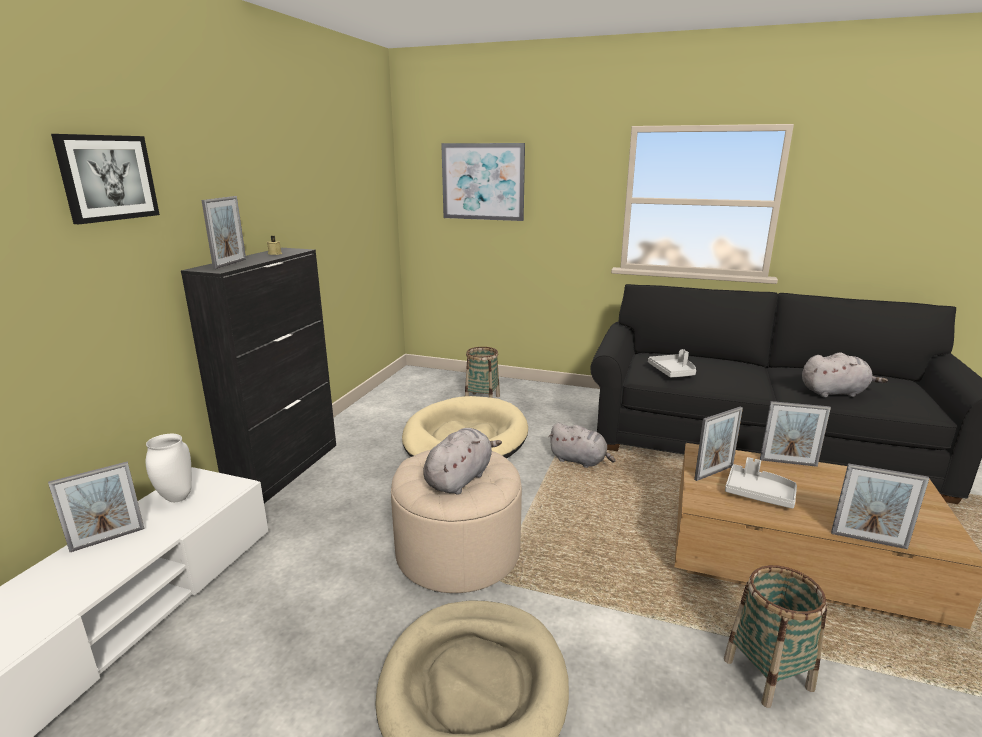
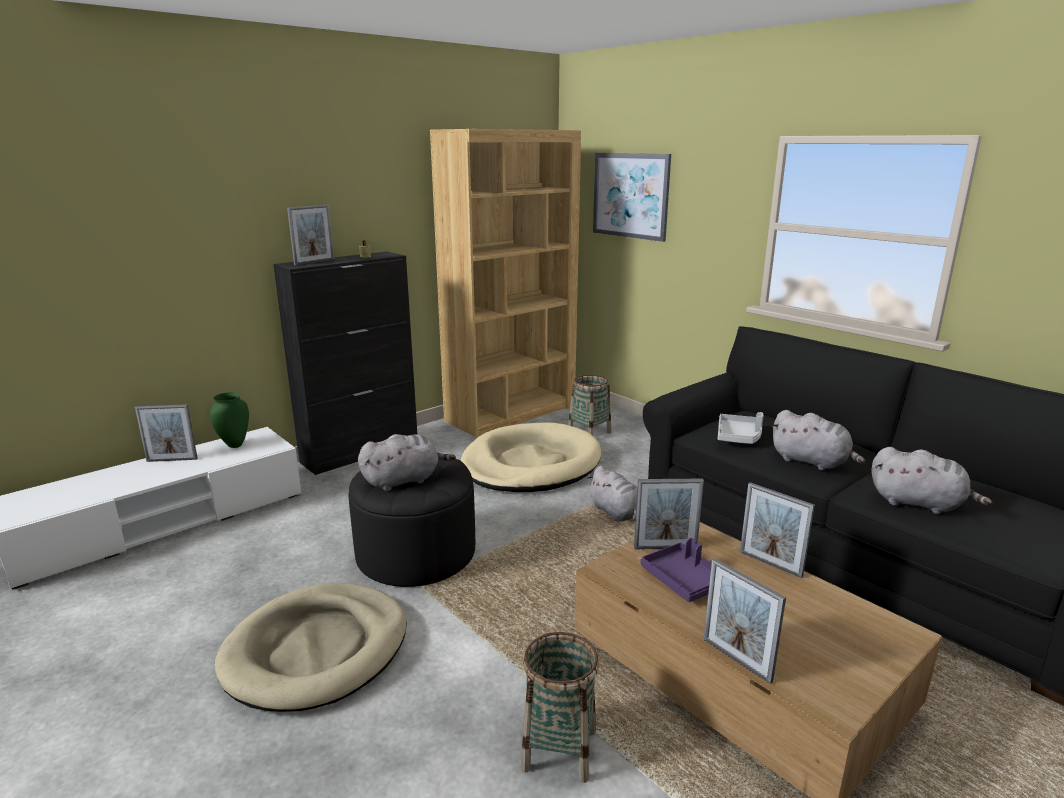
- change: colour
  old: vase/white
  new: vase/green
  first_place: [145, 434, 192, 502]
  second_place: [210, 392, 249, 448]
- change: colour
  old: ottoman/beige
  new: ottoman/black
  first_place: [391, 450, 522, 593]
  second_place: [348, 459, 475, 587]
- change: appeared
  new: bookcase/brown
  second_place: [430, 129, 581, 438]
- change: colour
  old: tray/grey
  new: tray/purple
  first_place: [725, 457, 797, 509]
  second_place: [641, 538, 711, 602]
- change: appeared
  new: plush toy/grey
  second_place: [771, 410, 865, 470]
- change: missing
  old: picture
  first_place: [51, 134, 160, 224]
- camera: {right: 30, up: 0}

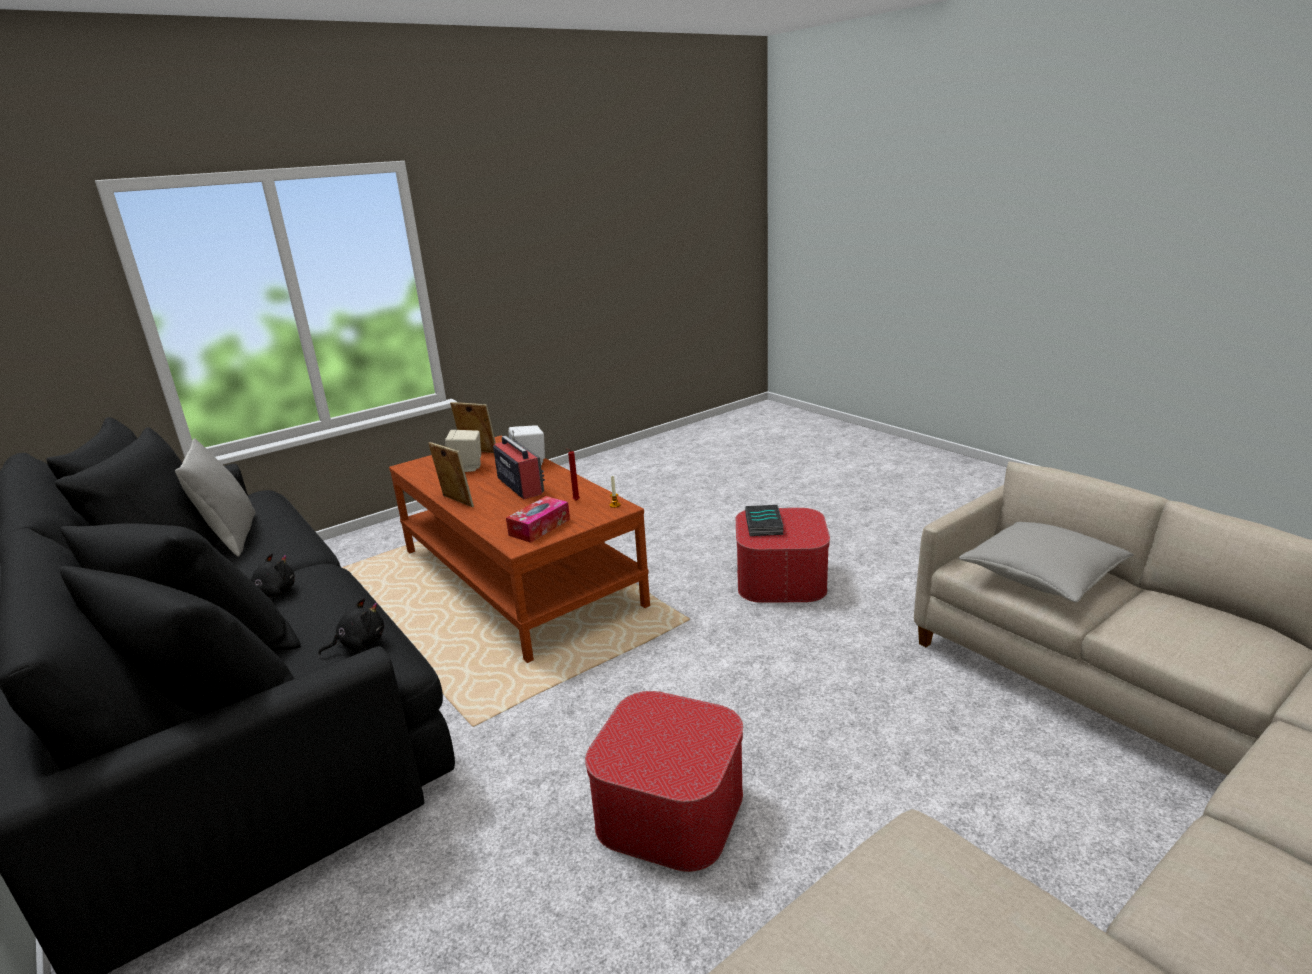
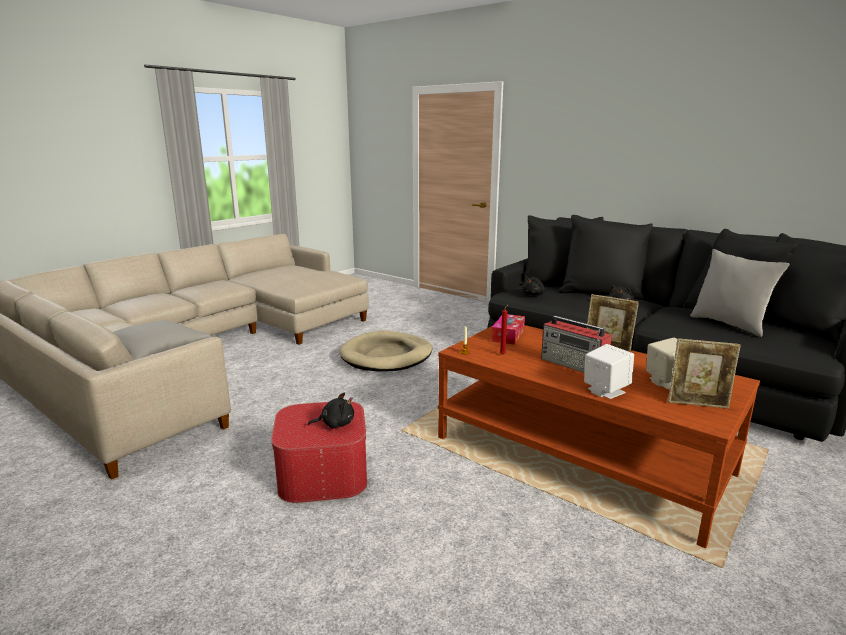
- change: exchanged
  old: book
  new: plush toy/black
  first_place: [745, 505, 784, 536]
  second_place: [308, 393, 354, 428]
- change: exchanged
  old: ottoman
  new: dog bed/beige
  first_place: [585, 691, 743, 872]
  second_place: [339, 331, 432, 372]
- camera: {right: 165, up: -5}

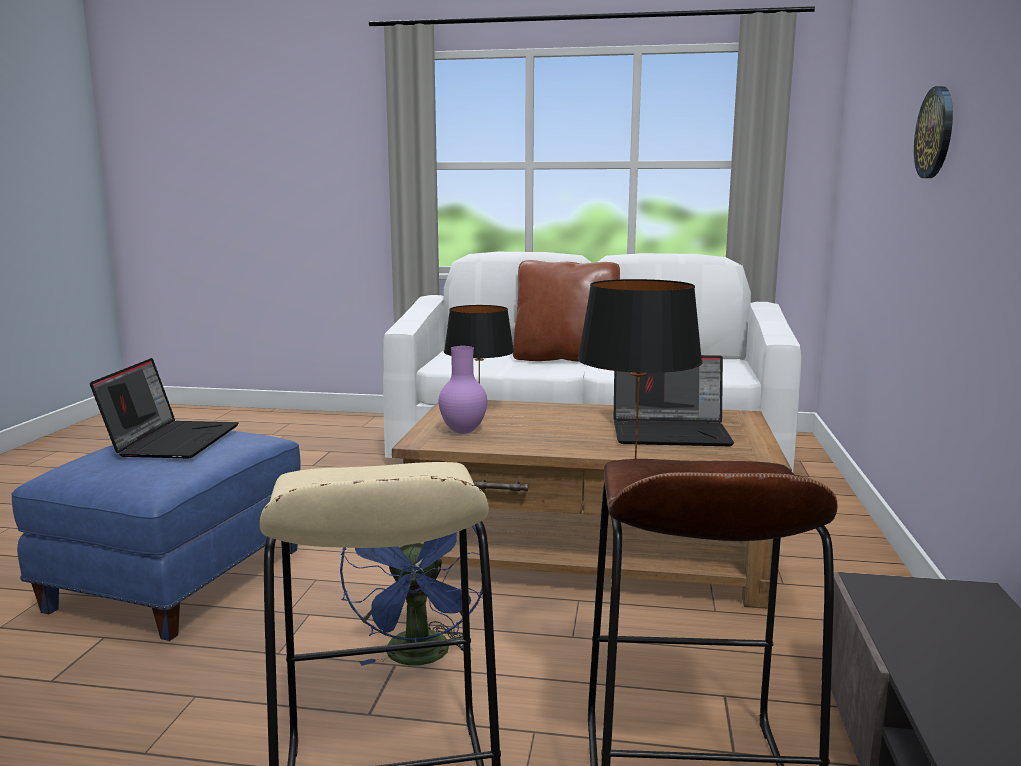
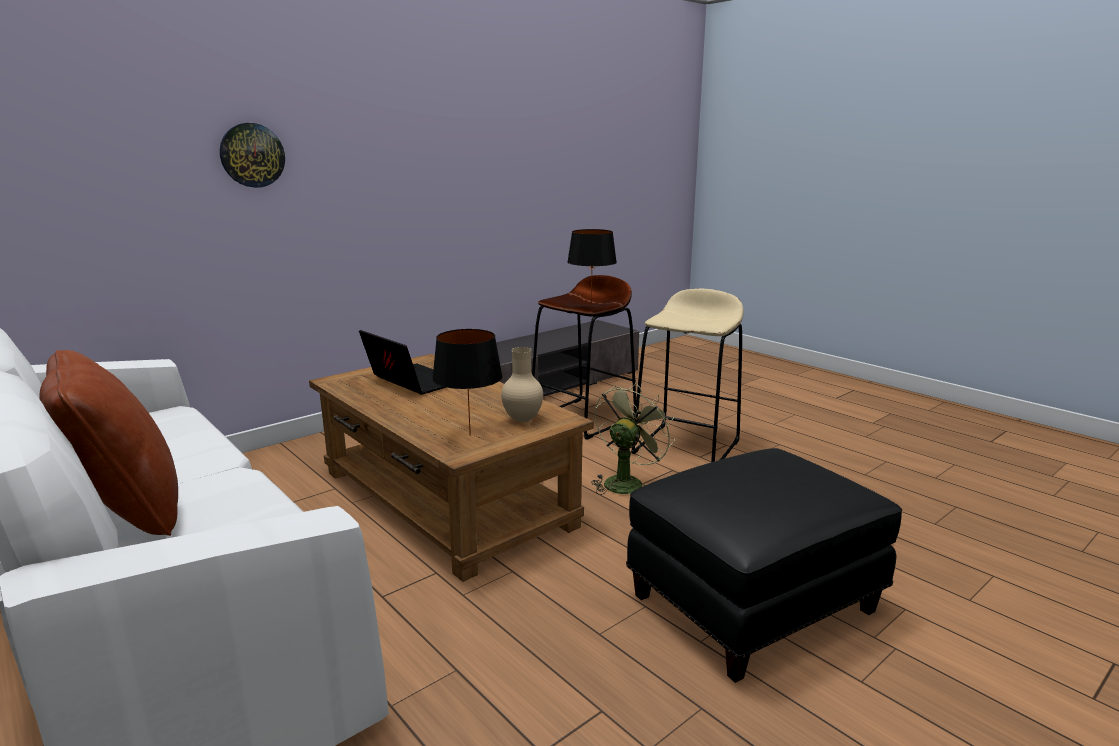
- change: colour
  old: vase/purple
  new: vase/beige
  first_place: [439, 346, 487, 434]
  second_place: [501, 347, 543, 422]
- change: colour
  old: fan/blue
  new: fan/green
  first_place: [340, 525, 482, 666]
  second_place: [591, 383, 675, 495]
- change: colour
  old: ottoman/blue
  new: ottoman/black
  first_place: [11, 431, 301, 641]
  second_place: [626, 448, 902, 683]
- change: missing
  old: laptop
  first_place: [90, 358, 239, 458]
- camera: {right: -140, up: 5}

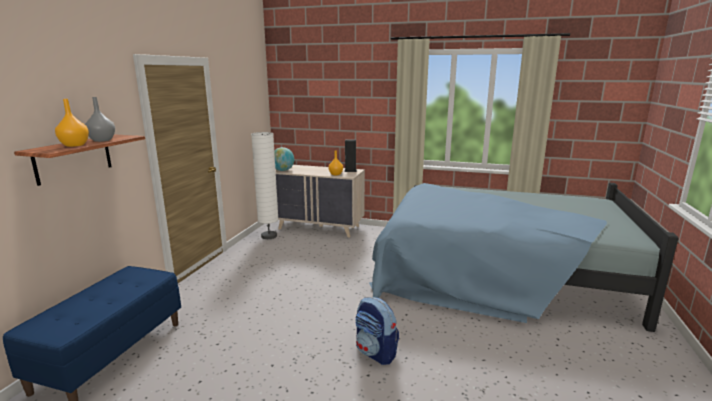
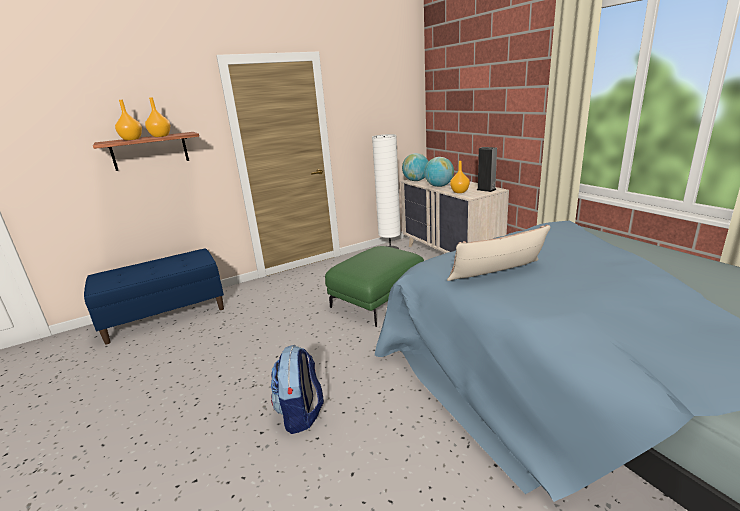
- change: colour
  old: vase/grey
  new: vase/orange
  first_place: [85, 97, 115, 142]
  second_place: [145, 97, 170, 137]
- change: appeared
  new: ottoman/green
  second_place: [325, 246, 424, 327]
- change: appeared
  new: globe
  second_place: [424, 157, 454, 187]
- change: appeared
  new: pillow
  second_place: [447, 225, 551, 281]
- camera: {right: 45, up: 5}

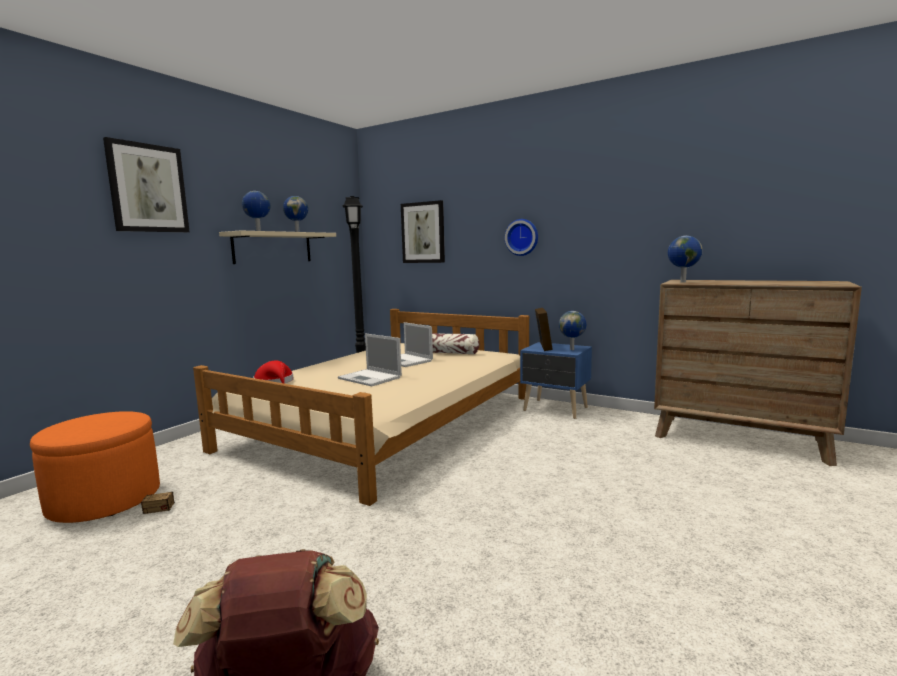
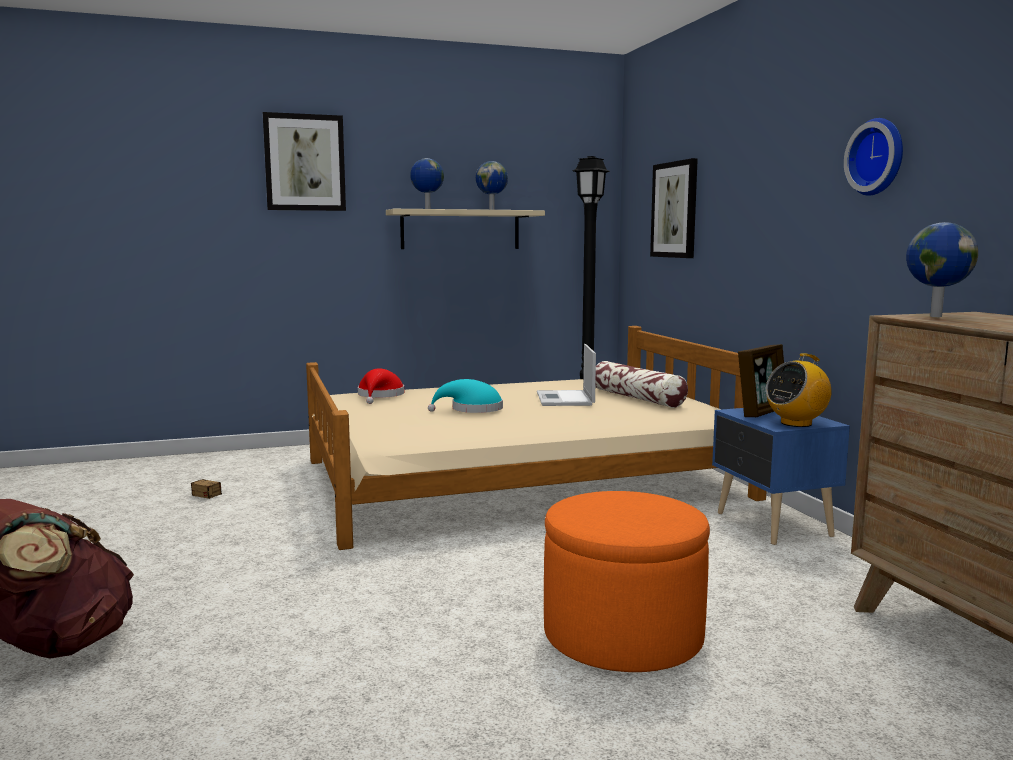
- change: exchanged
  old: laptop
  new: hat/turquoise
  first_place: [338, 333, 402, 387]
  second_place: [428, 379, 503, 413]
- change: relocated
  old: ottoman/orange
  first_place: [30, 411, 160, 523]
  second_place: [544, 491, 710, 672]
- change: exchanged
  old: globe
  new: radio
  first_place: [559, 311, 586, 350]
  second_place: [766, 353, 832, 427]
- change: relocated
  old: wall clock
  first_place: [505, 219, 538, 256]
  second_place: [844, 118, 903, 196]
- camera: {right: 40, up: 0}

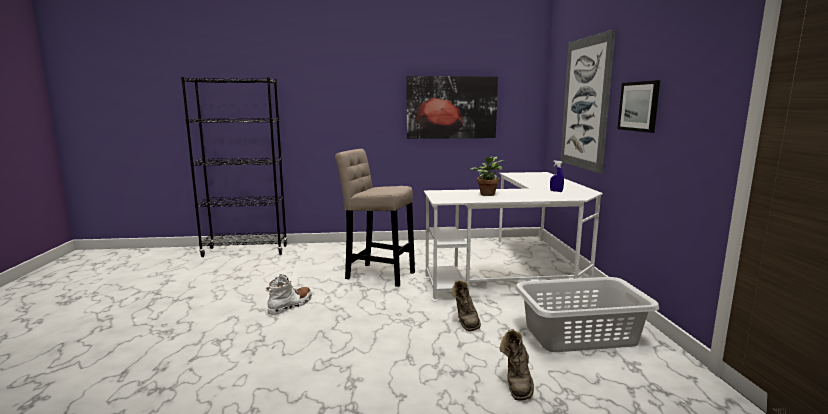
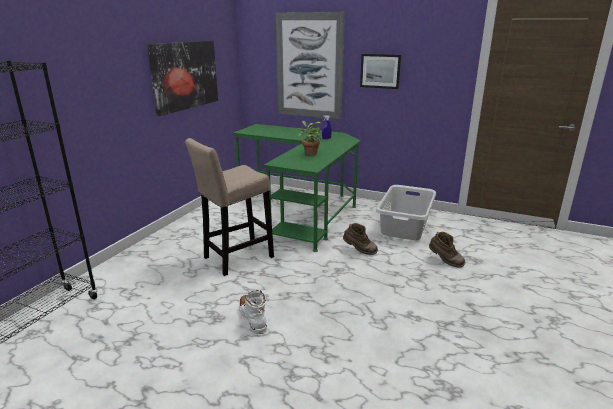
- change: colour
  old: desk/white
  new: desk/green
  first_place: [424, 172, 603, 302]
  second_place: [233, 124, 360, 252]
- camera: {right: -60, up: 10}

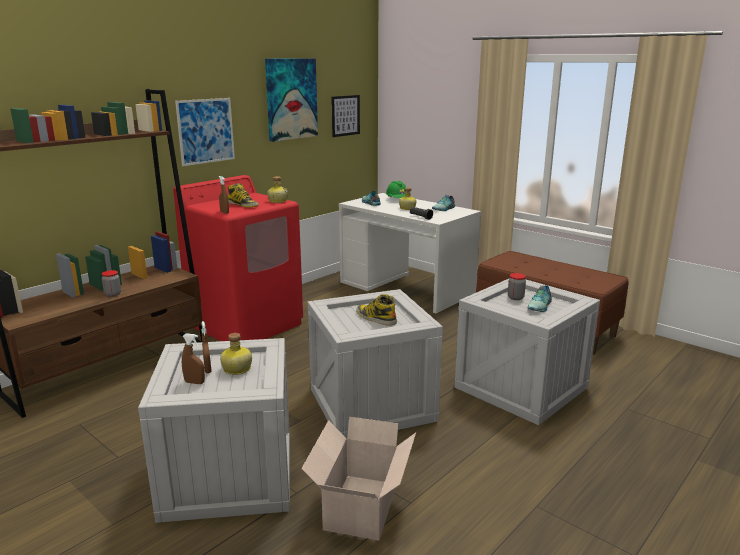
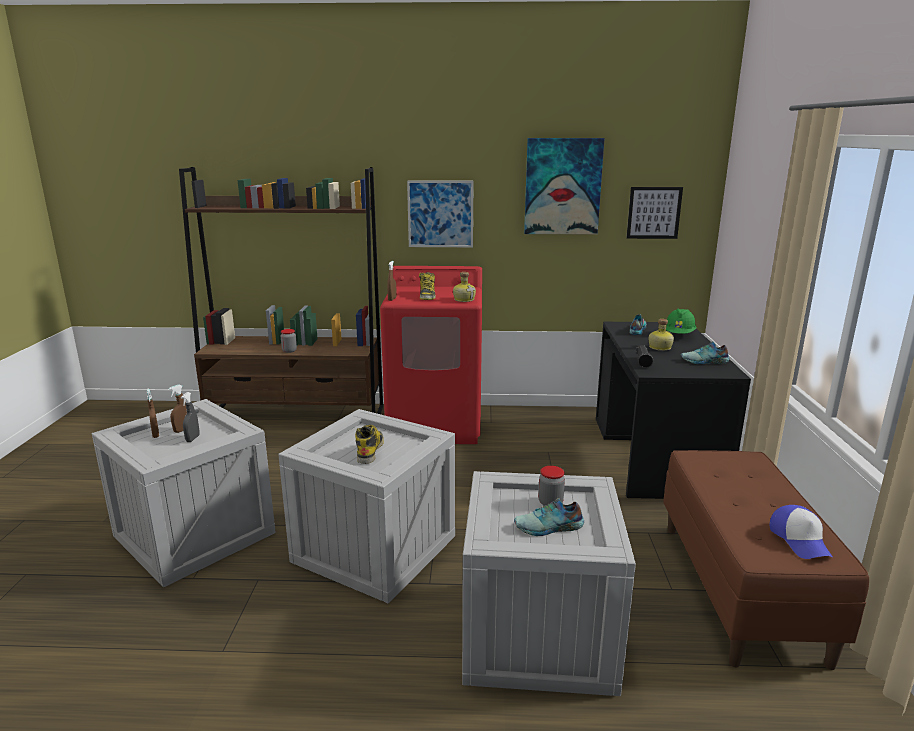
- change: exchanged
  old: bottle
  new: spray bottle/grey
  first_place: [220, 333, 252, 375]
  second_place: [181, 392, 200, 442]
- change: colour
  old: desk/white
  new: desk/black
  first_place: [339, 193, 481, 313]
  second_place: [596, 322, 751, 499]
- change: appeared
  new: cap
  second_place: [770, 505, 832, 559]
- change: missing
  old: cardboard box
  first_place: [301, 417, 416, 541]
- camera: {right: 50, up: 0}

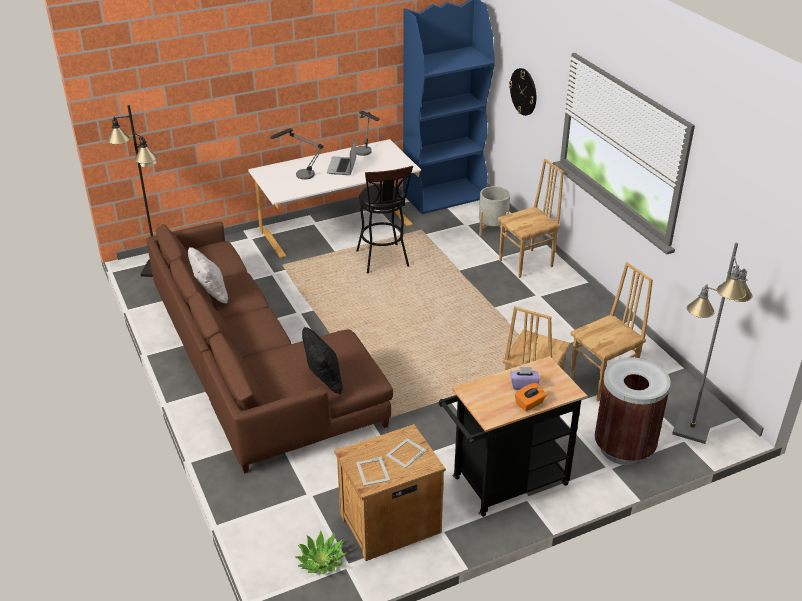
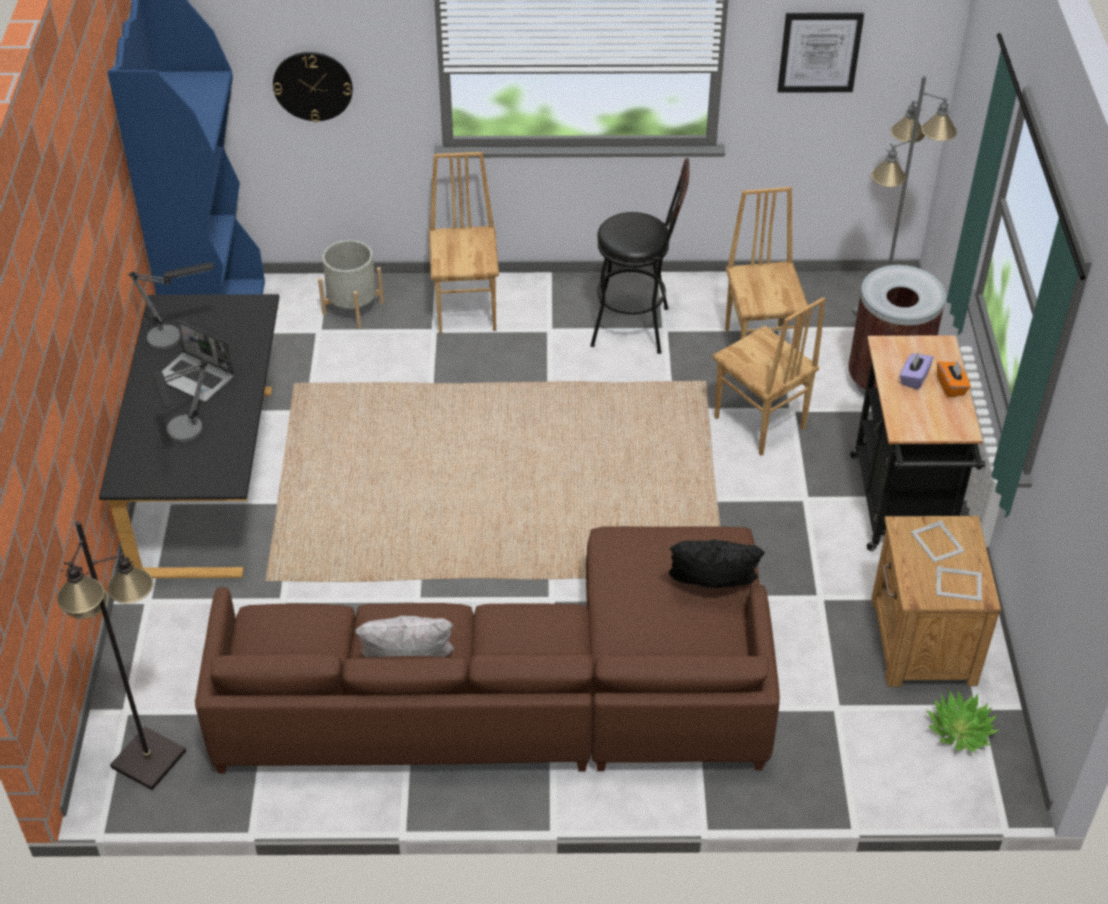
- change: colour
  old: desk/white
  new: desk/black
  first_place: [248, 139, 421, 258]
  second_place: [99, 294, 279, 578]
- change: relocated
  old: stool/black
  first_place: [356, 166, 413, 273]
  second_place: [590, 158, 689, 354]
- change: appeared
  new: picture
  second_place: [777, 13, 864, 93]
- camera: {right: -65, up: 10}

